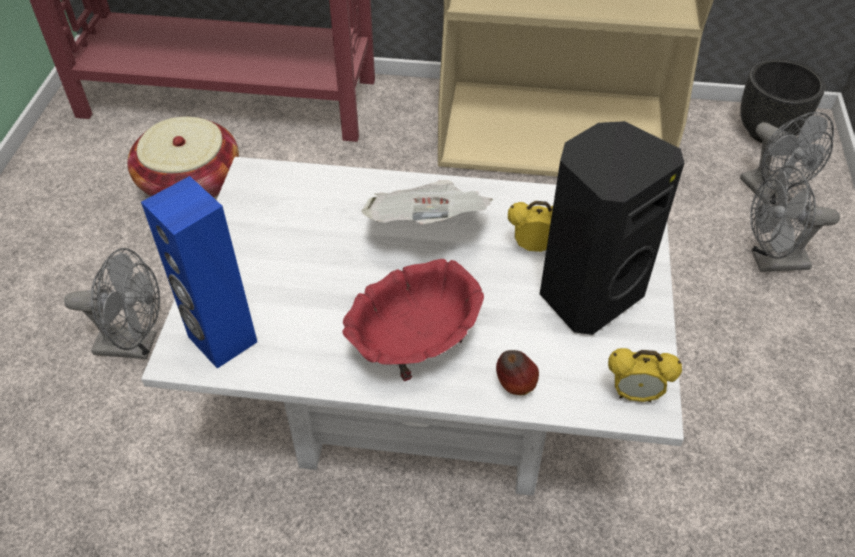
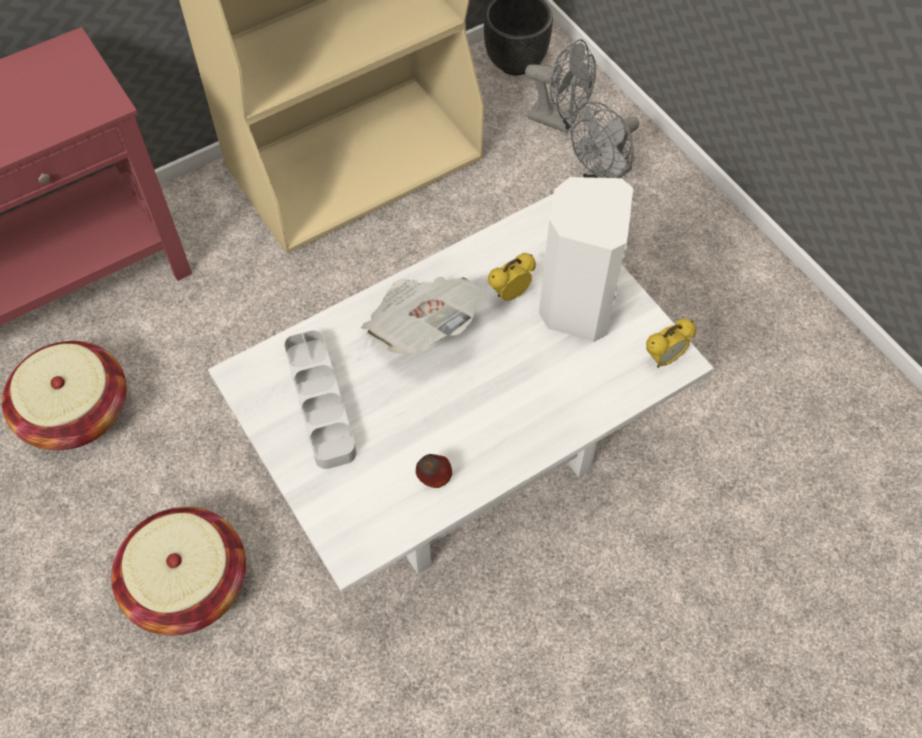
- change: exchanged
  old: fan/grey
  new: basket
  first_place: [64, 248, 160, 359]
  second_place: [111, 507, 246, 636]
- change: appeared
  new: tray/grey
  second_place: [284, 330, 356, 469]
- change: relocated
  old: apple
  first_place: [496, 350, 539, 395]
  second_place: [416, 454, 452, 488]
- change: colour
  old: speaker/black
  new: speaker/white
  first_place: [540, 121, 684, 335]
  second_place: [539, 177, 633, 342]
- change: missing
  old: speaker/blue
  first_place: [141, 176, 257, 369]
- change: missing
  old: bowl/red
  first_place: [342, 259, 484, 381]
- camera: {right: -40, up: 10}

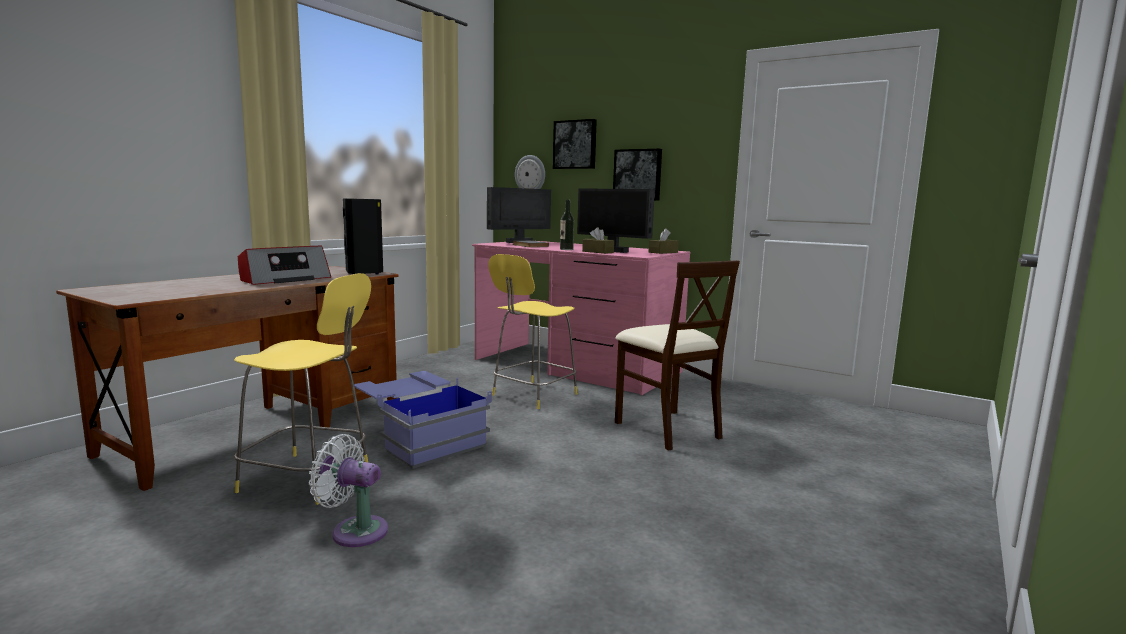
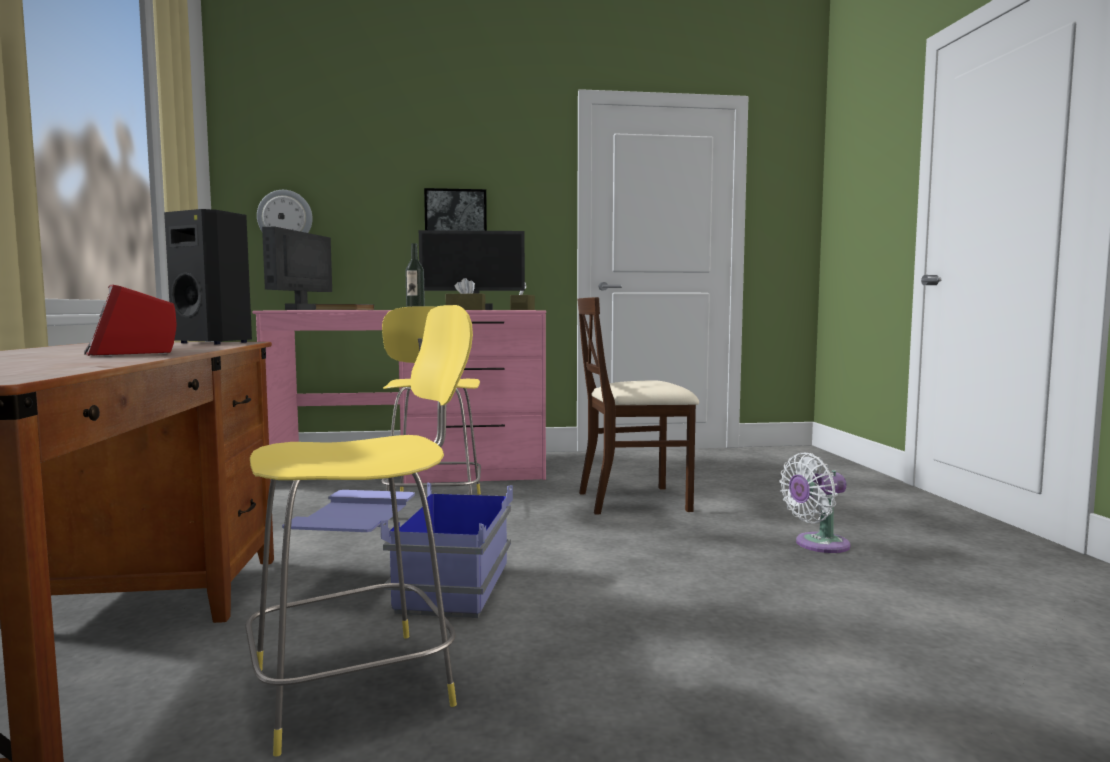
- change: spun
  old: radio
  first_place: [238, 246, 331, 285]
  second_place: [84, 285, 177, 356]
  degrees: 150
- change: spun
  old: chair/beige
  first_place: [615, 260, 740, 451]
  second_place: [577, 297, 699, 515]
  degrees: 150
- change: relocated
  old: fan/white
  first_place: [309, 434, 388, 547]
  second_place: [779, 453, 851, 553]
- change: missing
  old: picture
  first_place: [553, 119, 597, 169]
- camera: {right: -40, up: -5}

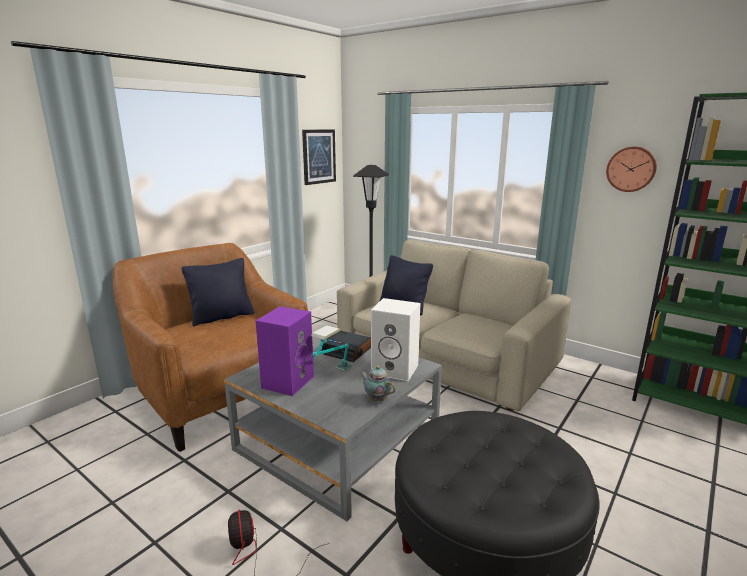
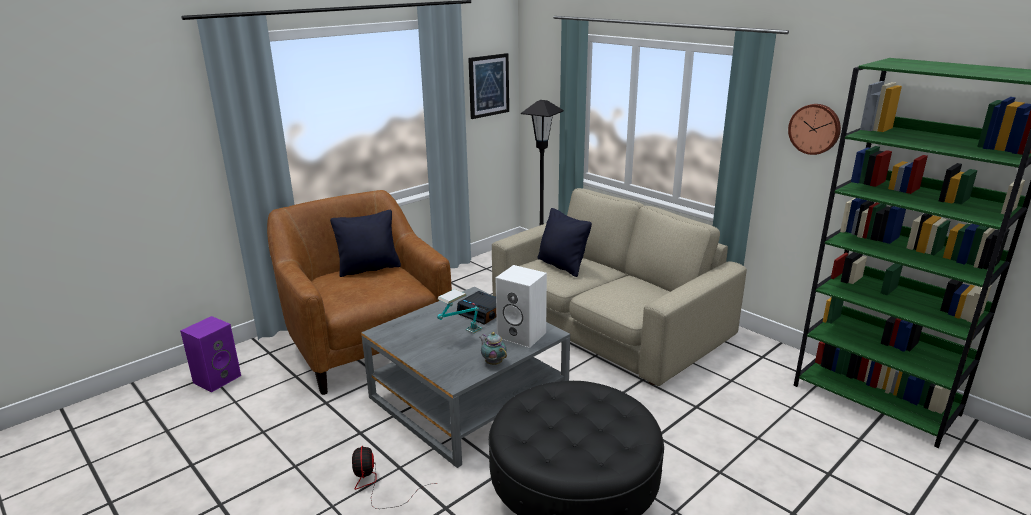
- change: relocated
  old: speaker/purple
  first_place: [256, 306, 314, 396]
  second_place: [180, 316, 241, 392]
- camera: {right: 10, up: 5}

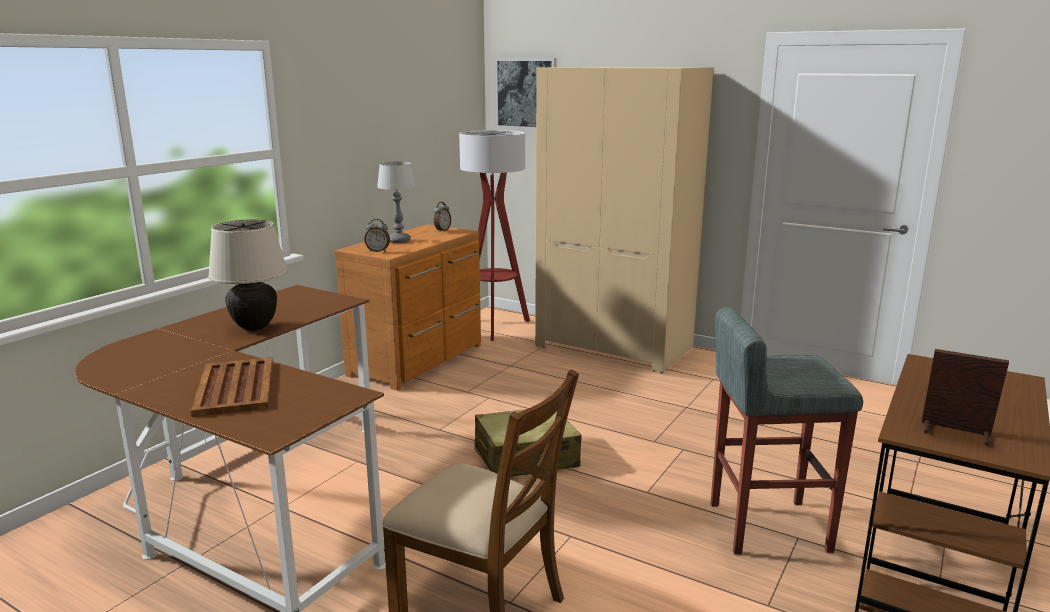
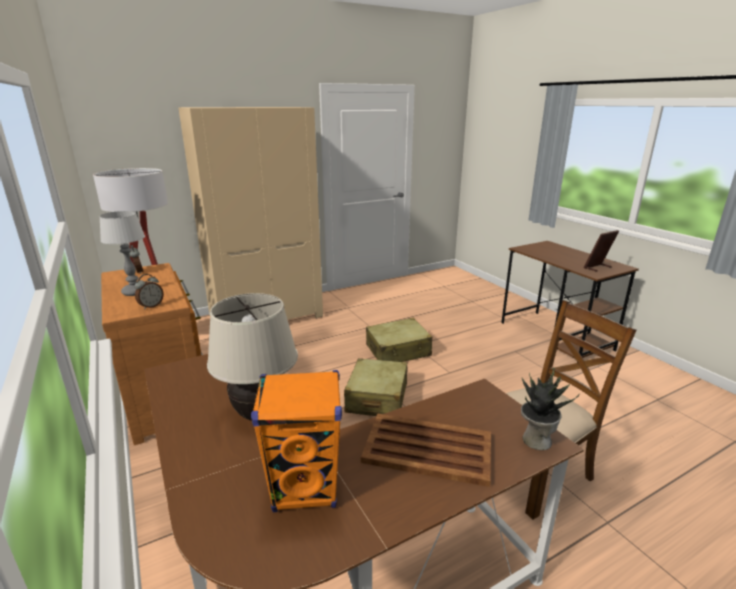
- change: appeared
  new: speaker/orange
  second_place: [251, 370, 342, 513]
- change: appeared
  new: suitcase/beige
  second_place: [366, 318, 432, 362]
- change: appeared
  new: potted plant
  second_place: [521, 368, 580, 450]
- change: missing
  old: picture
  first_place: [495, 58, 557, 130]
- change: missing
  old: stool/grey
  first_place: [711, 307, 863, 554]
- camera: {right: -60, up: 5}

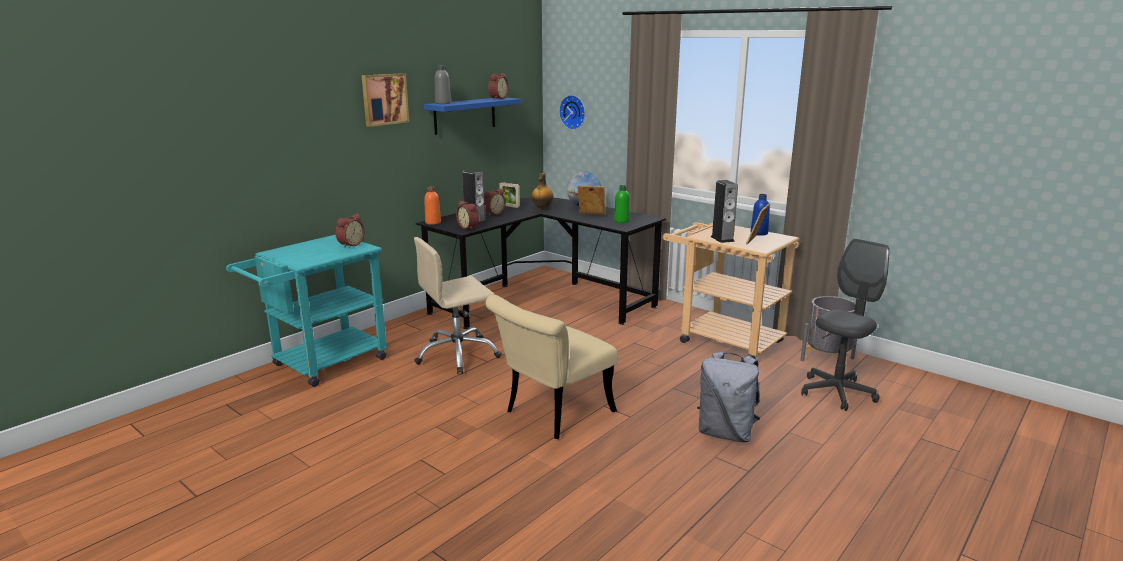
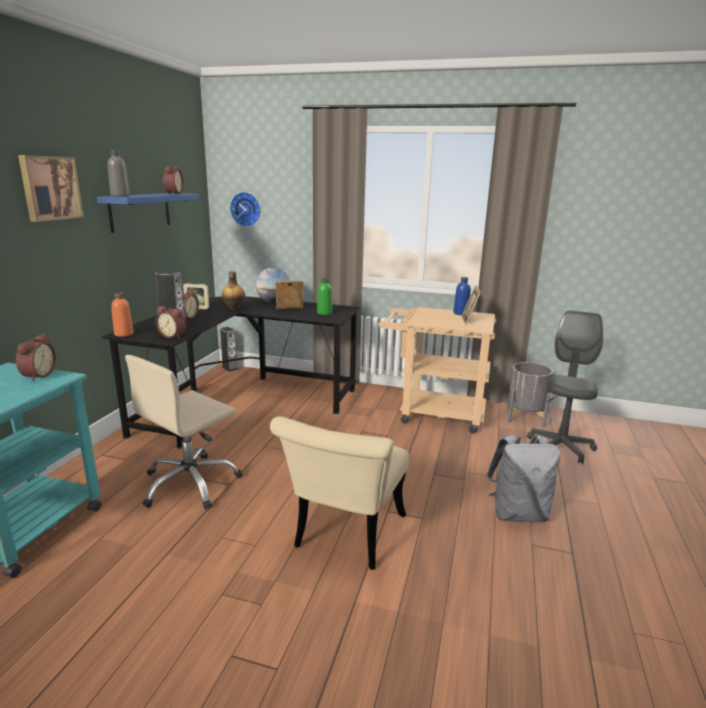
- change: relocated
  old: speaker
  first_place: [711, 180, 738, 243]
  second_place: [220, 327, 238, 372]
- camera: {right: -25, up: 0}

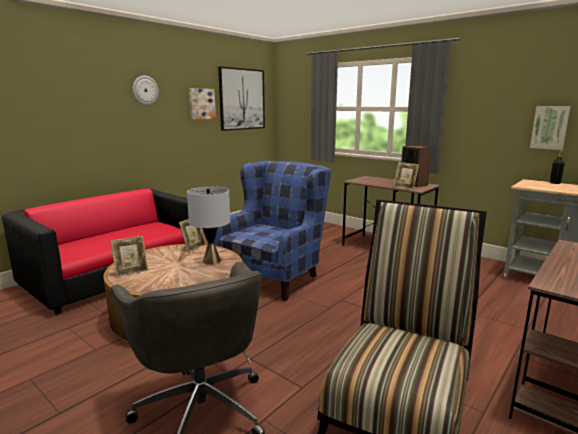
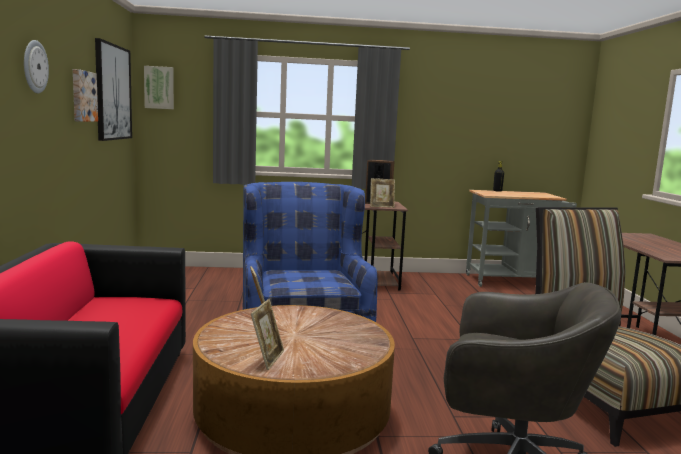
- change: relocated
  old: picture
  first_place: [530, 106, 571, 150]
  second_place: [144, 66, 174, 109]
- change: missing
  old: table lamp/grey
  first_place: [187, 187, 230, 265]
- camera: {right: -45, up: -5}

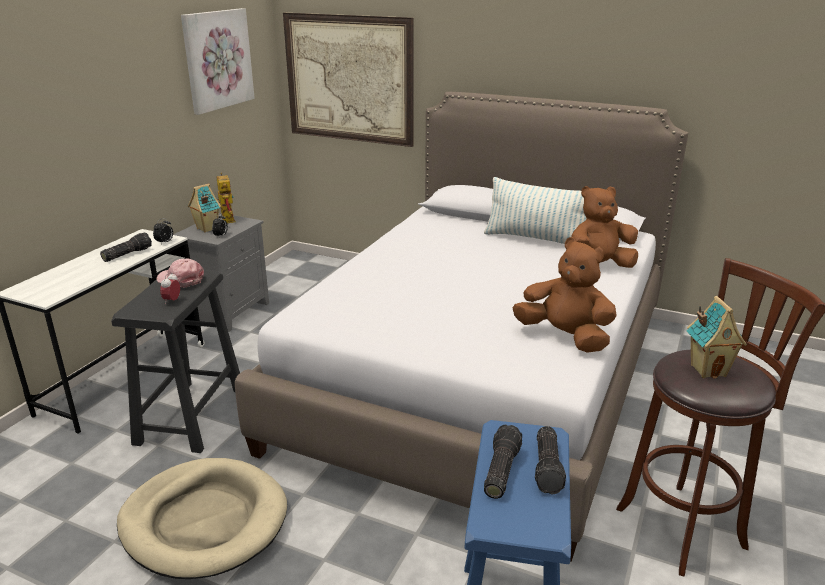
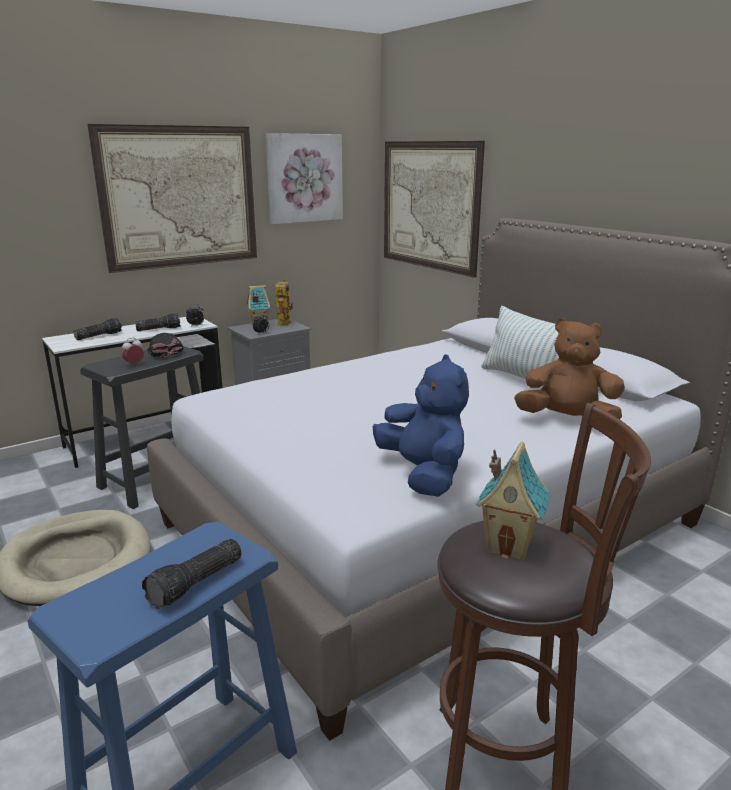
- change: relocated
  old: flashlight
  first_place: [484, 424, 522, 499]
  second_place: [73, 318, 122, 340]
- change: appeared
  new: picture
  second_place: [87, 124, 257, 273]
- change: colour
  old: cap/pink
  new: cap/black
  first_place: [157, 258, 204, 288]
  second_place: [147, 333, 184, 357]
- change: colour
  old: plush toy/brown
  new: plush toy/blue
  first_place: [512, 237, 617, 353]
  second_place: [373, 354, 469, 497]
- camera: {right: 30, up: -5}

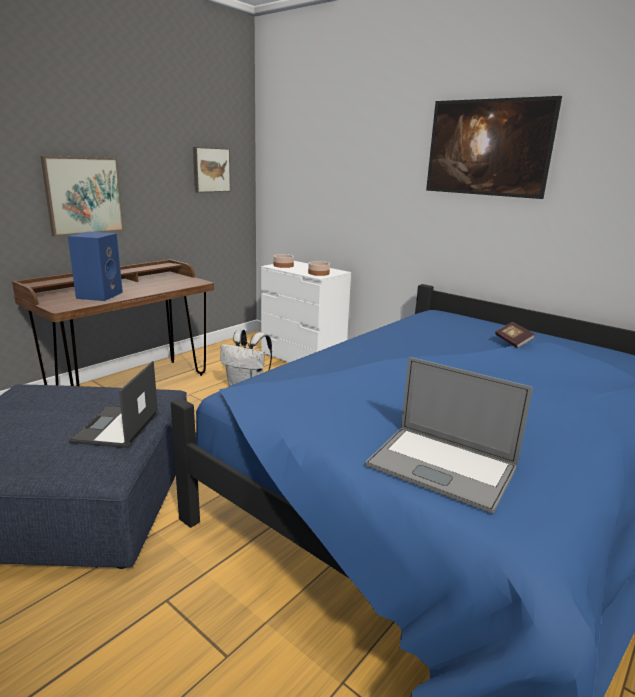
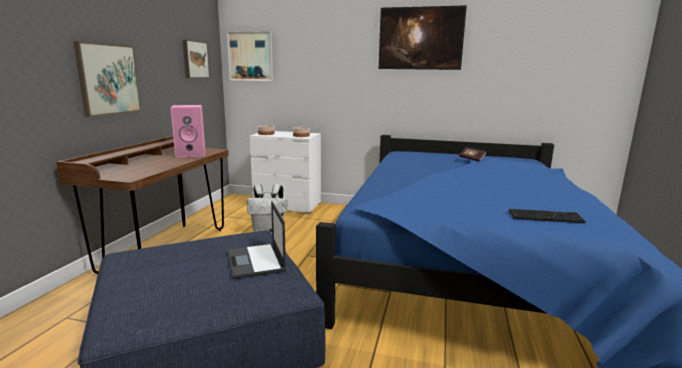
- change: appeared
  new: speaker/pink
  second_place: [171, 105, 206, 157]
- change: appeared
  new: picture
  second_place: [227, 31, 273, 81]
- change: exchanged
  old: laptop
  new: keyboard
  first_place: [366, 357, 532, 514]
  second_place: [508, 209, 586, 223]
- change: missing
  old: speaker/blue
  first_place: [68, 232, 123, 301]
- camera: {right: -25, up: -5}

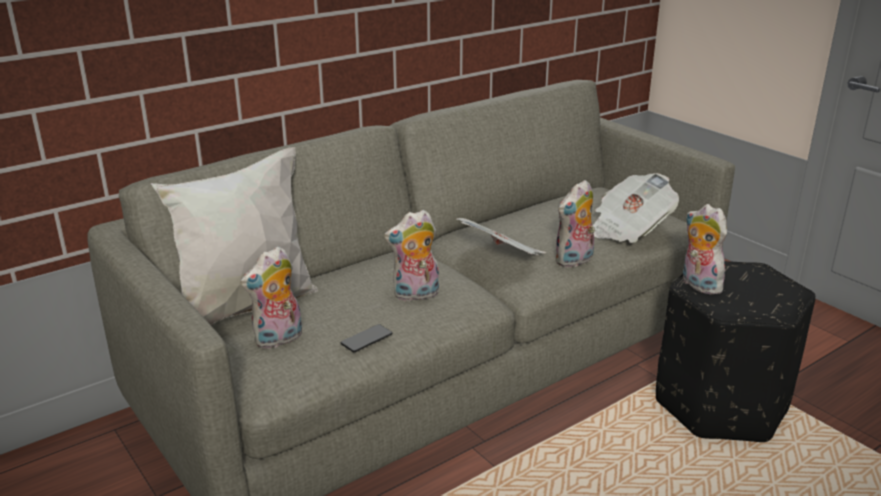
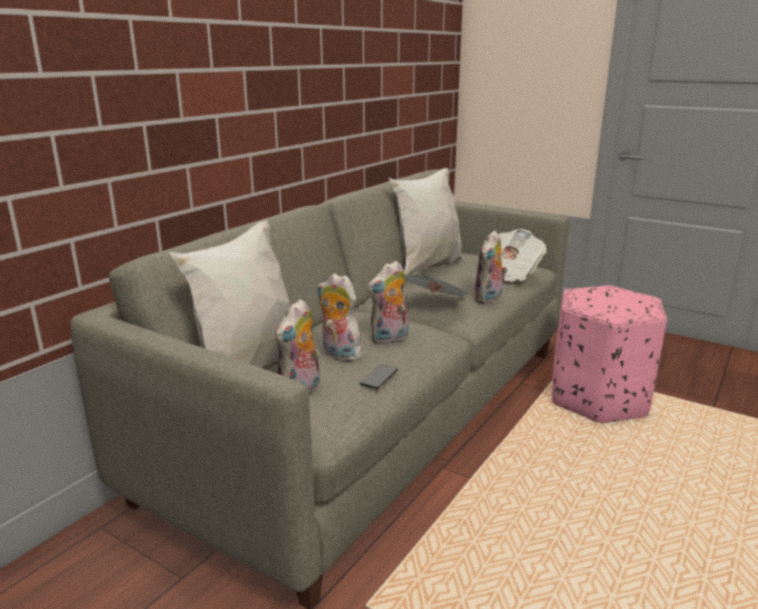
- change: relocated
  old: plush toy
  first_place: [683, 204, 729, 294]
  second_place: [317, 273, 364, 362]
- change: appeared
  new: pillow/white
  second_place: [389, 168, 464, 274]
- change: colour
  old: ottoman/black
  new: ottoman/pink
  first_place: [656, 261, 815, 442]
  second_place: [552, 285, 667, 423]
- camera: {right: -20, up: -5}

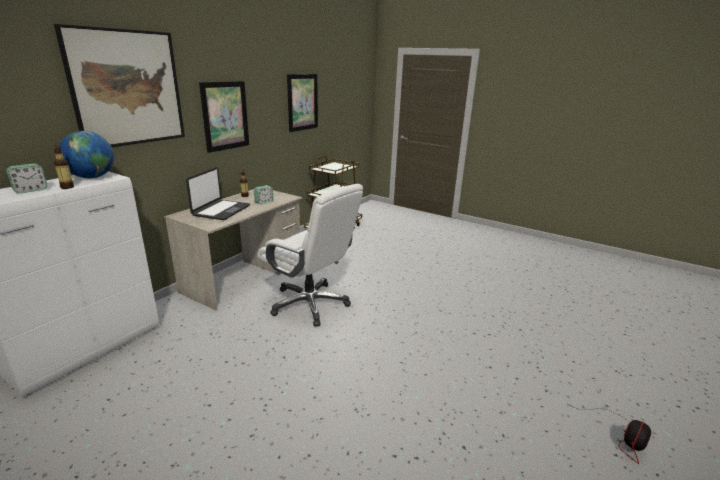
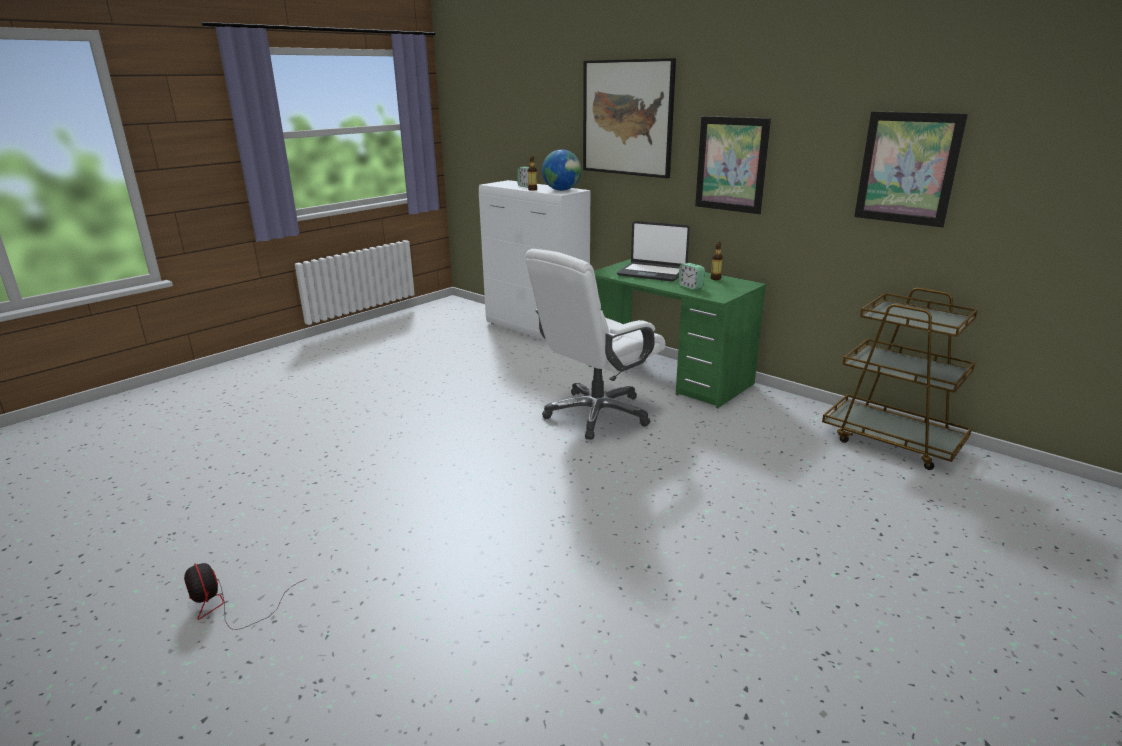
- change: colour
  old: desk/beige
  new: desk/green
  first_place: [164, 189, 302, 311]
  second_place: [589, 259, 767, 409]
- camera: {right: 100, up: 0}

